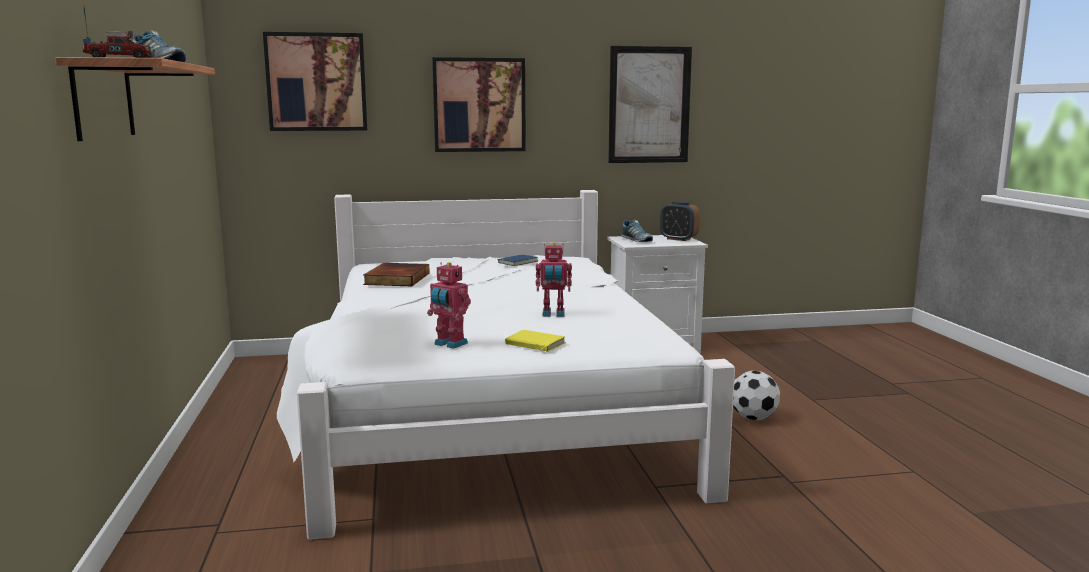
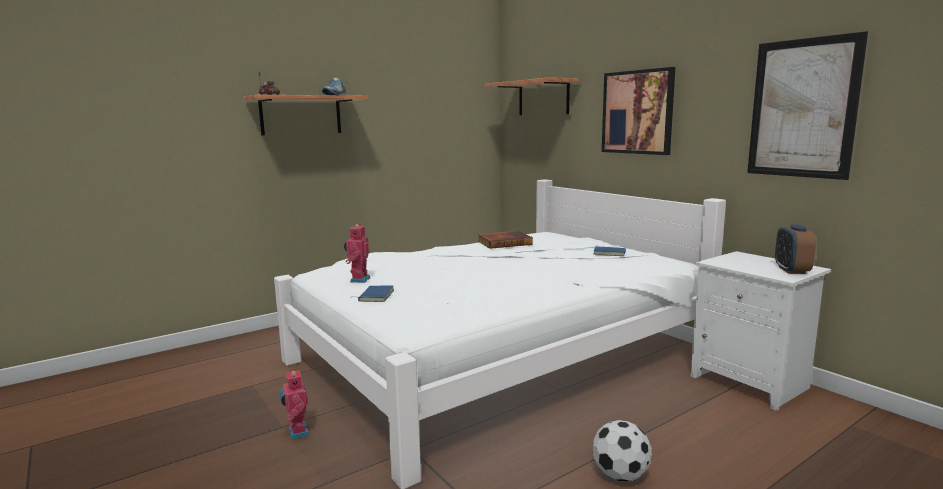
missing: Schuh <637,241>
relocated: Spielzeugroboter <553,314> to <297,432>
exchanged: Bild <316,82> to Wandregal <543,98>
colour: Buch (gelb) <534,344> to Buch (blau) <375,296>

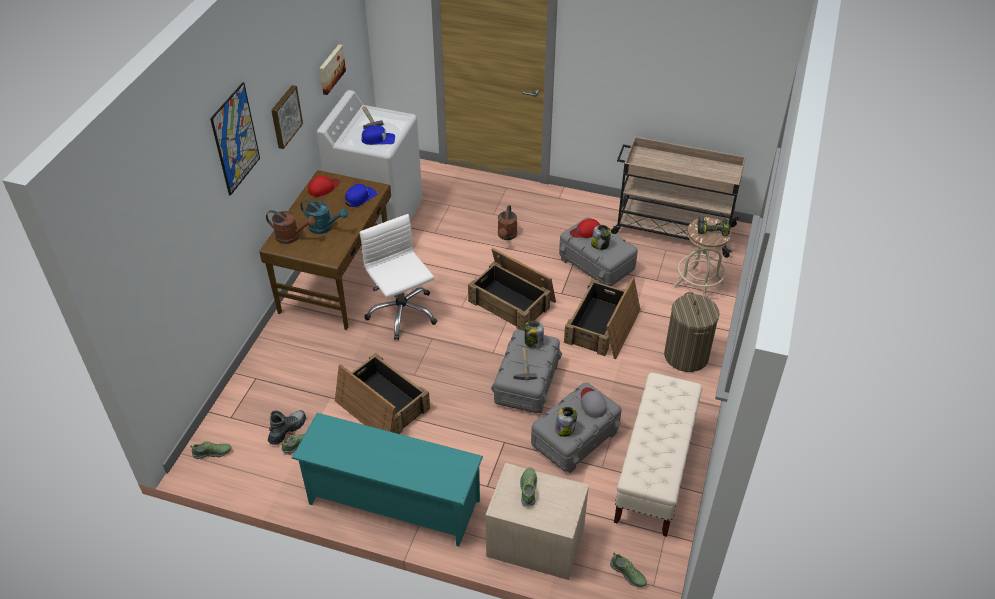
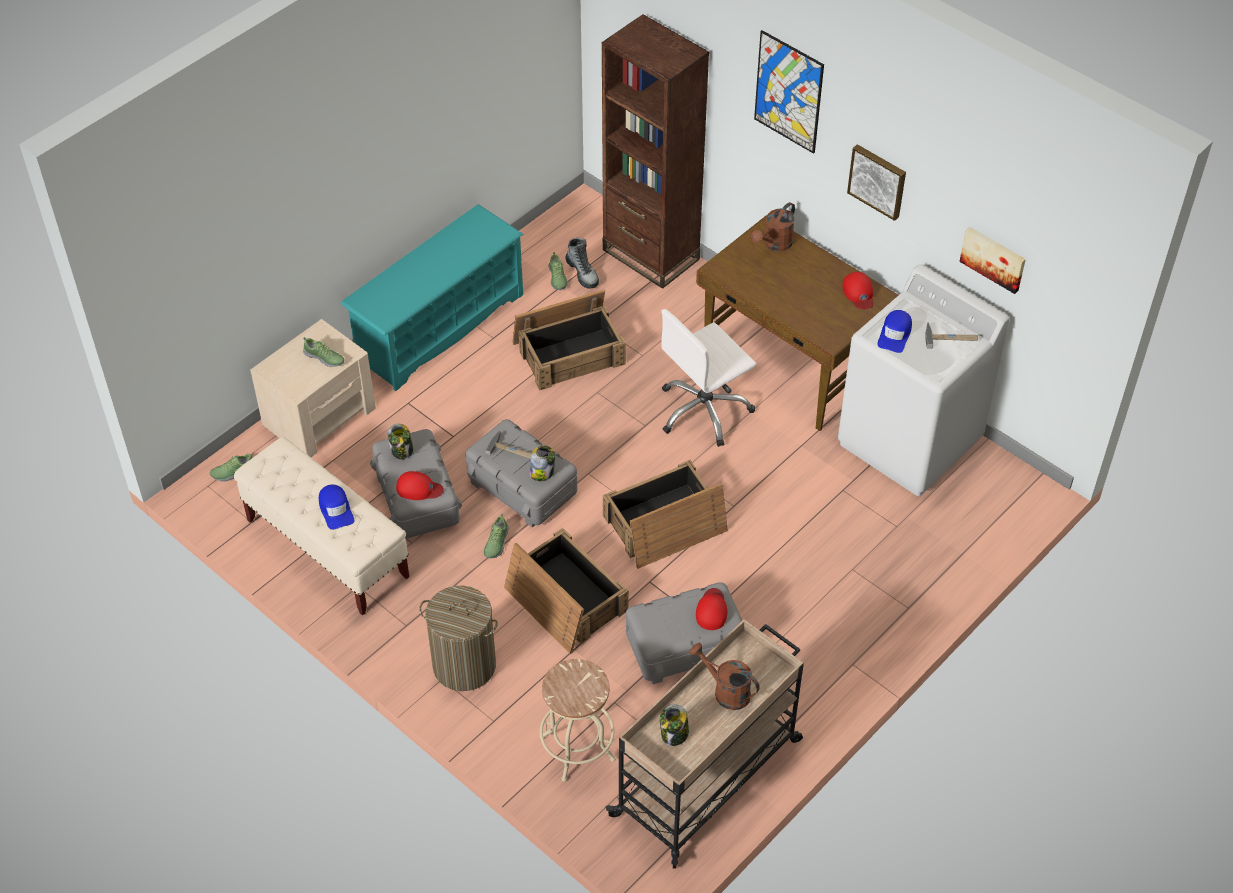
missing: Gießkanne (türkis) <324,227>; Bohrmaschine <713,230>
appeared: Bücherregal (braun) <650,254>
relocated: Schuh <212,453> to <496,543>; Kappe (blau) <360,197> to <336,509>; Gießkanne (braun) <506,236> to <726,691>; Vorratsglas <600,245> to <674,734>
colour: Kappe (grau) <592,403> to Kappe (rot) <419,489>
spun: Bürostuhl (weiß) <402,313> = <704,411> 150 degrees clockwise

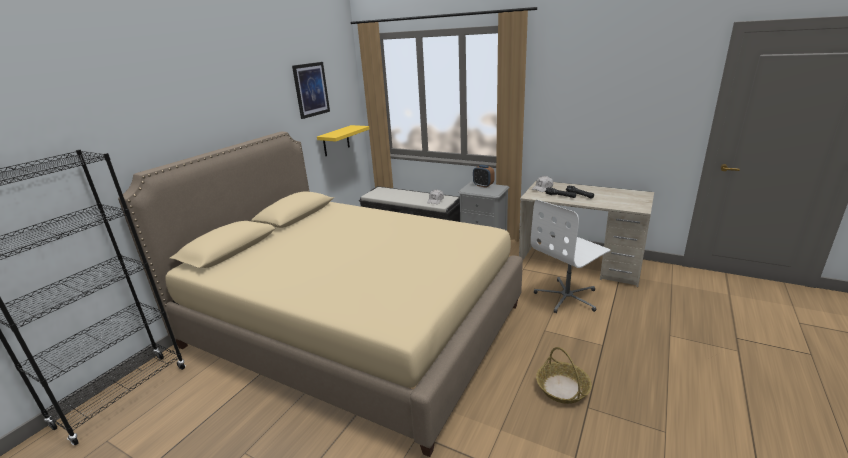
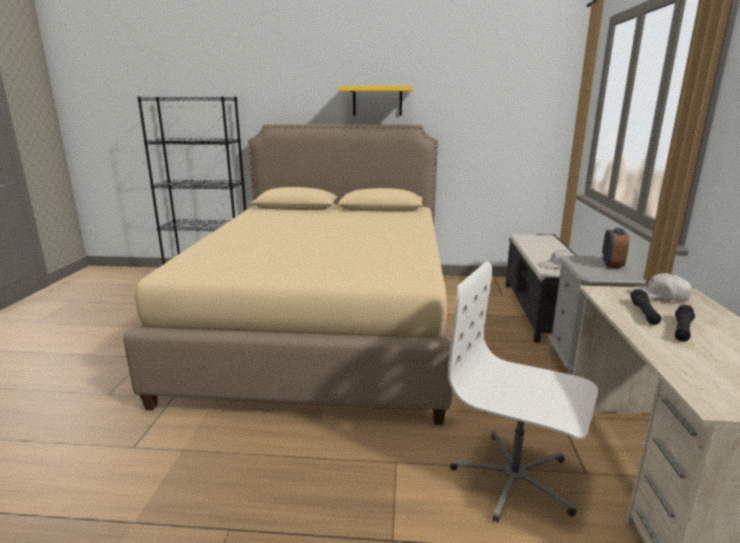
missing: Bild <311,90>; Korb <563,388>
relocated: Wandregal (gelb) <336,141> to <377,101>

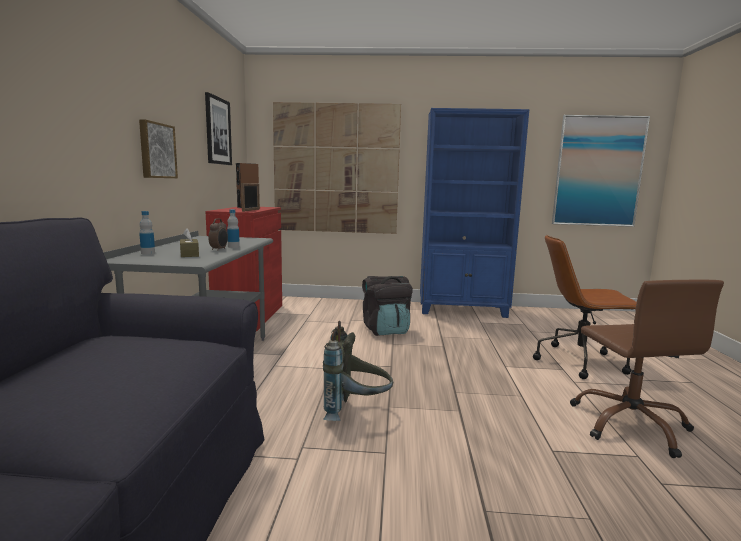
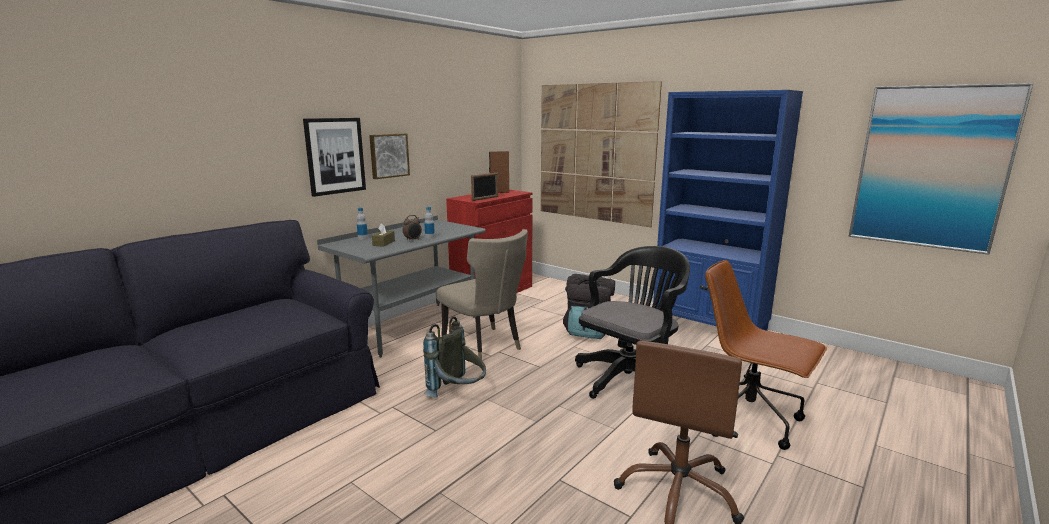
appeared: Stuhl (beige) <485,347>; Bürostuhl (schwarz) <631,377>
relocated: Bild <218,131> to <335,156>

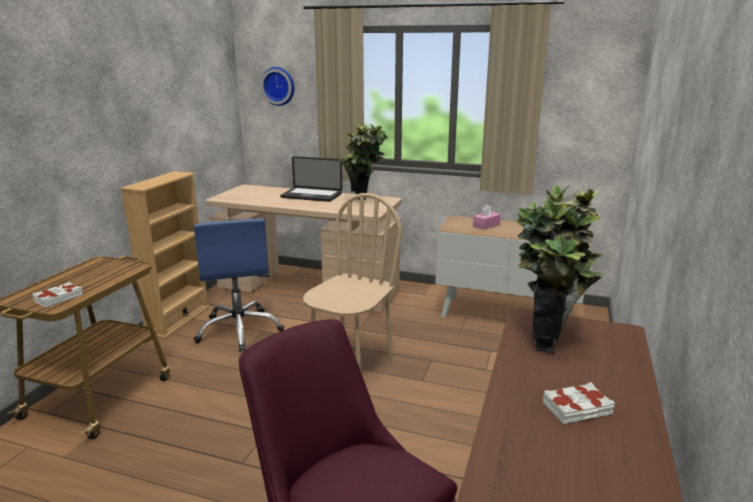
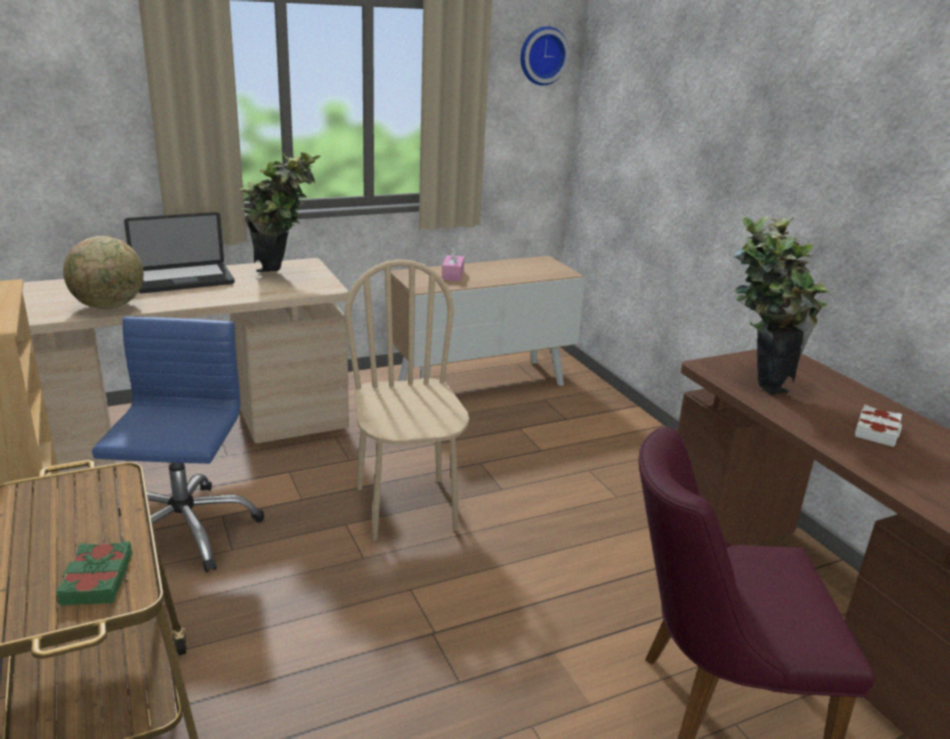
appeared: Globus <109,307>
relocated: Wanduhr <279,86> to <542,55>
colour: Buch (weiß) <58,298> to Buch (grün) <96,579>
spun: Bürostuhl (blau) <240,330> = <184,530> 120 degrees counterclockwise

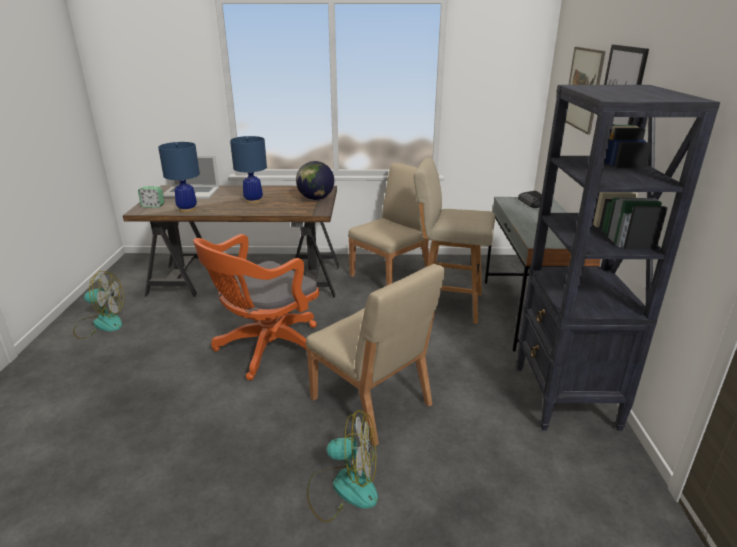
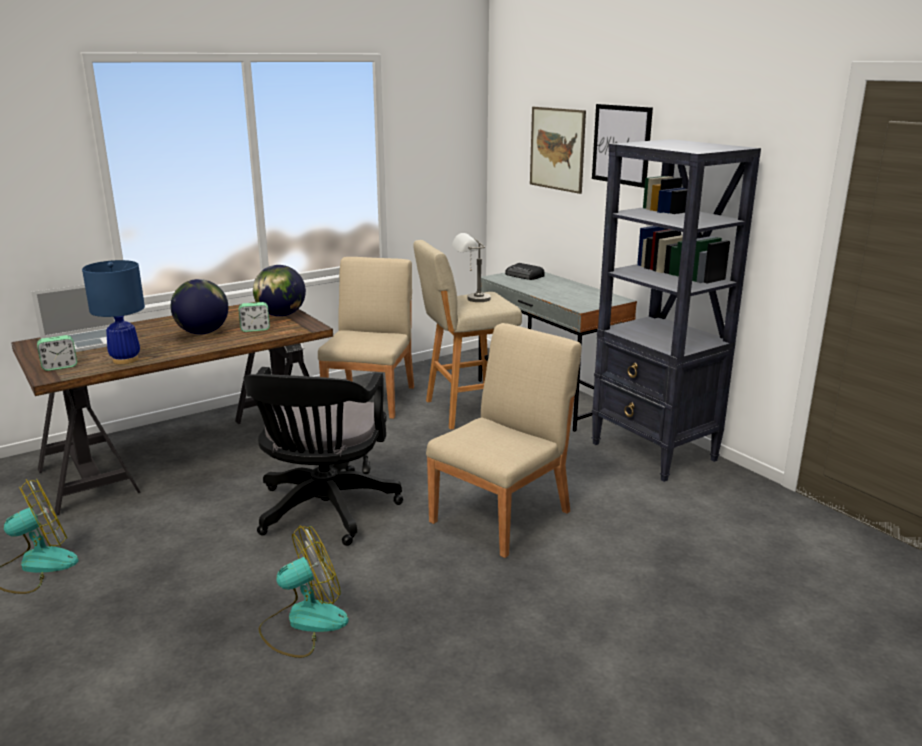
appeared: Wecker <255,329>; Tischlampe (grau) <471,299>
relocated: Ventilator <343,488> to <303,623>
exchanged: Tischlampe (blau) <253,201> to Globus <202,332>
colour: Bürostuhl (orange) <265,349> to Bürostuhl (schwarz) <324,512>
spun: Stuhl (beige) <371,402> = <502,516> 60 degrees counterclockwise

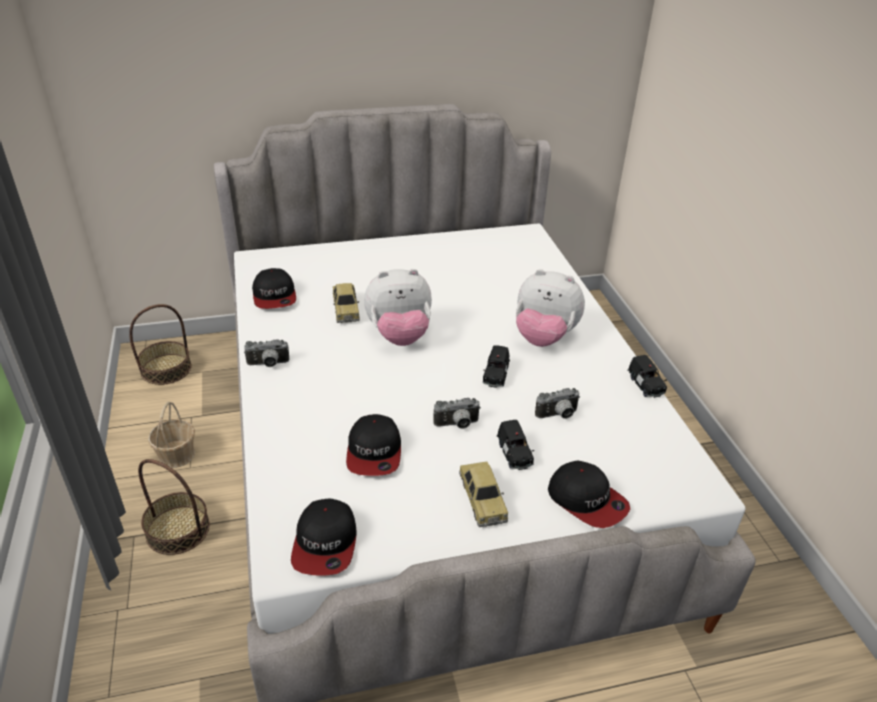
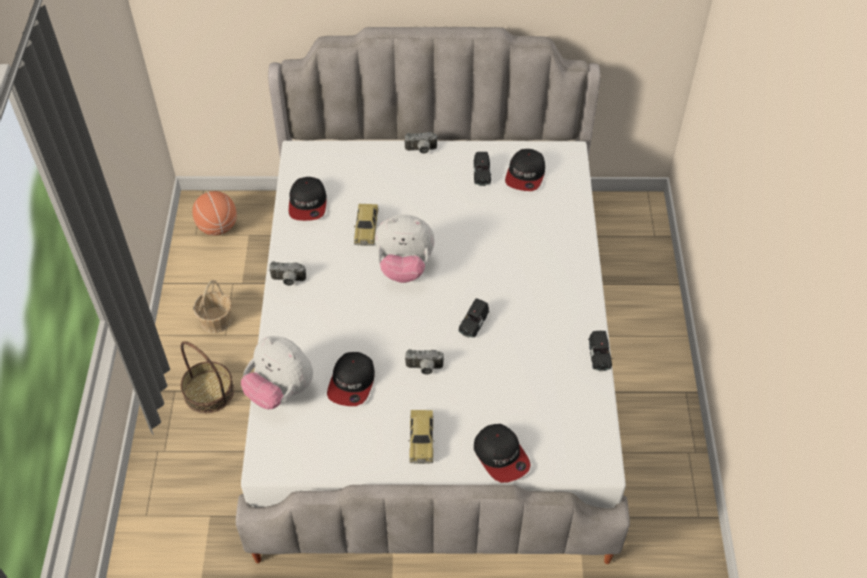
relocated: Kappe <325,543> to <525,175>; Spielzeugauto (schwarz) <514,454> to <481,175>; Plüschtier <544,337> to <280,390>; Kamera <558,415> to <421,150>
exchanged: Korb <166,369> to Basketball <217,227>

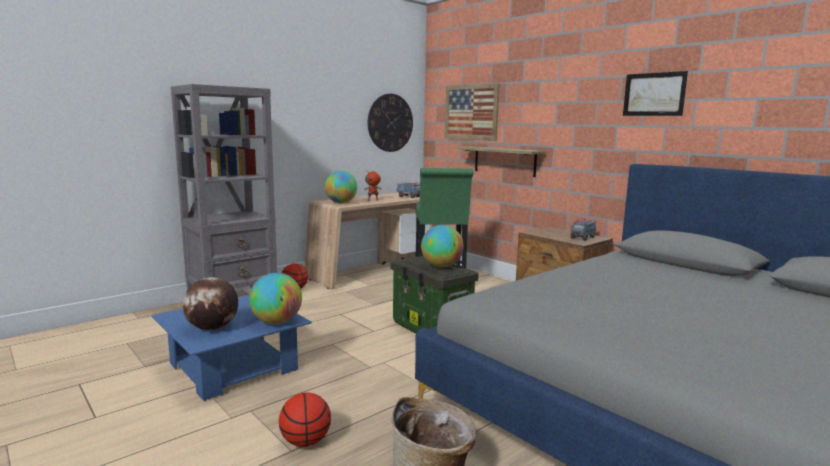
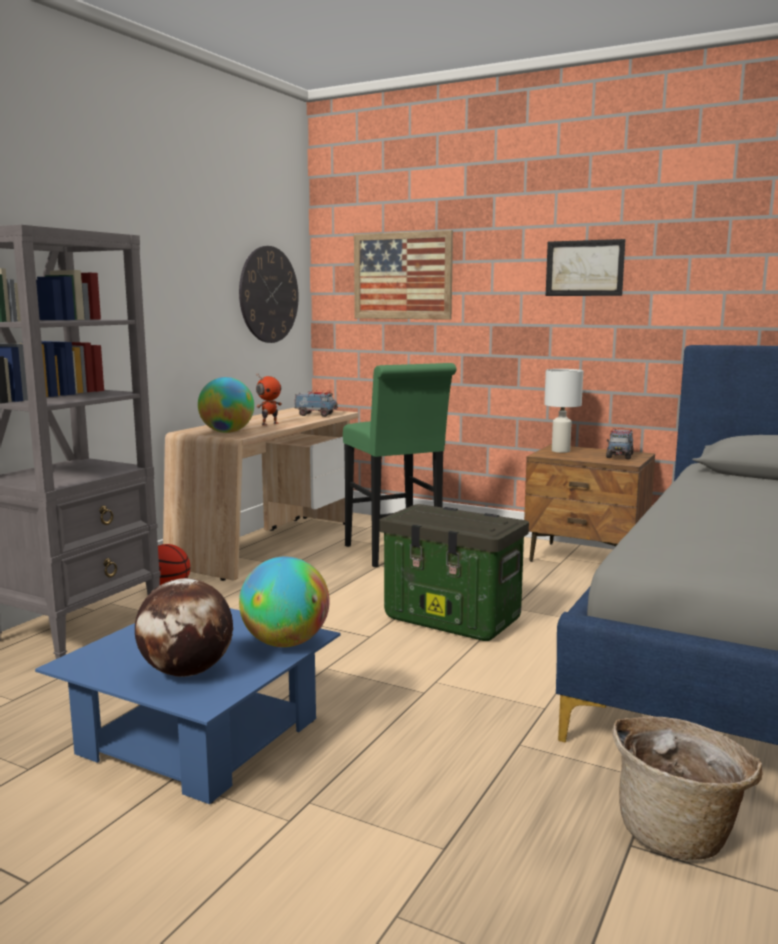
missing: Basketball <305,442>; Globus <441,266>; Wandregal <504,161>
appeared: Tischlampe (weiß) <561,451>
relocated: Bild <654,94> to <584,268>

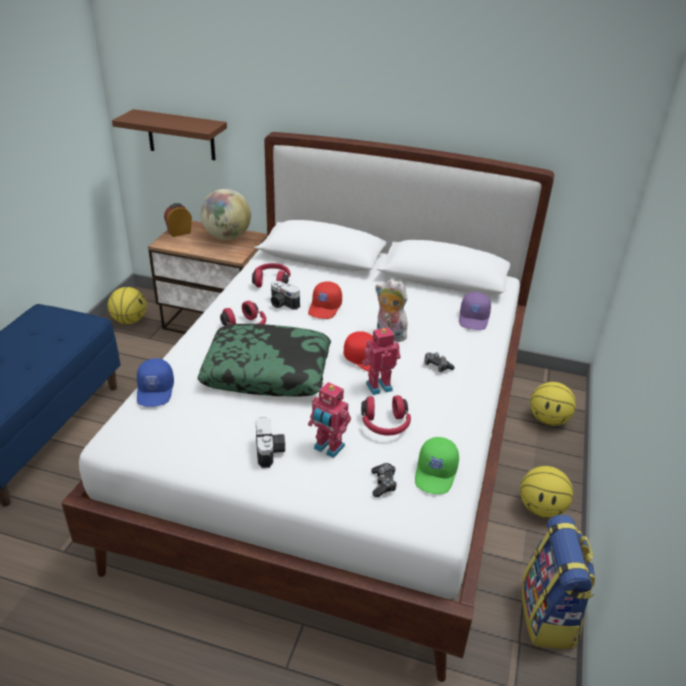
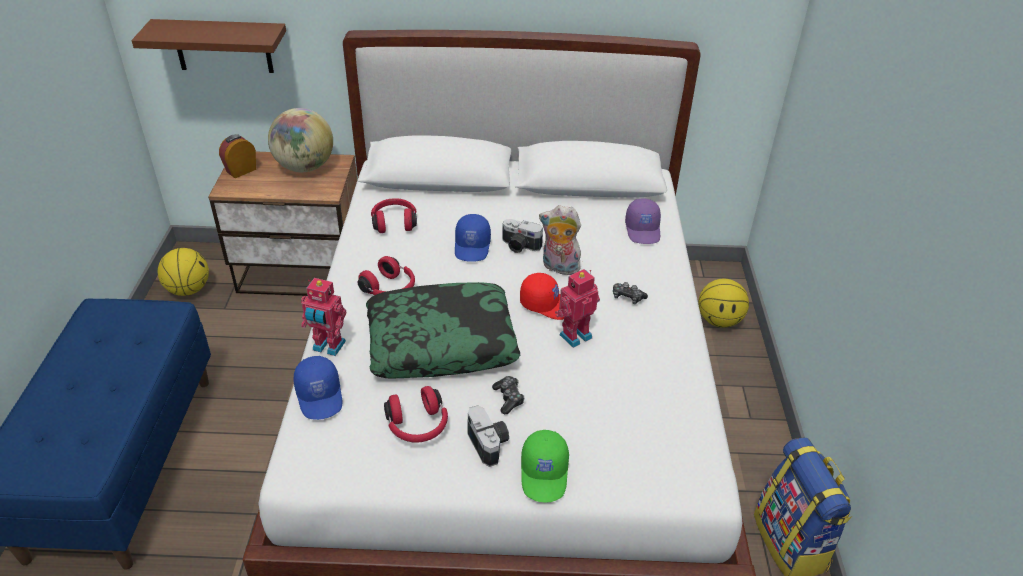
missing: Basketball <541,509>
relocated: Kamera <282,304> to <519,246>; Spielzeugroboter <328,448> to <328,347>; Kopfhörer (rot) <385,425> to <418,426>; Gamepad <383,483> to <508,398>; Kappe (grün) <436,474> to <545,474>
colour: Kappe (rot) <325,308> to Kappe (blau) <473,246>

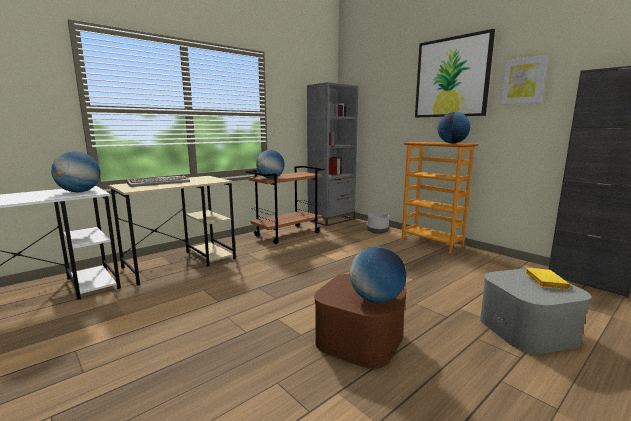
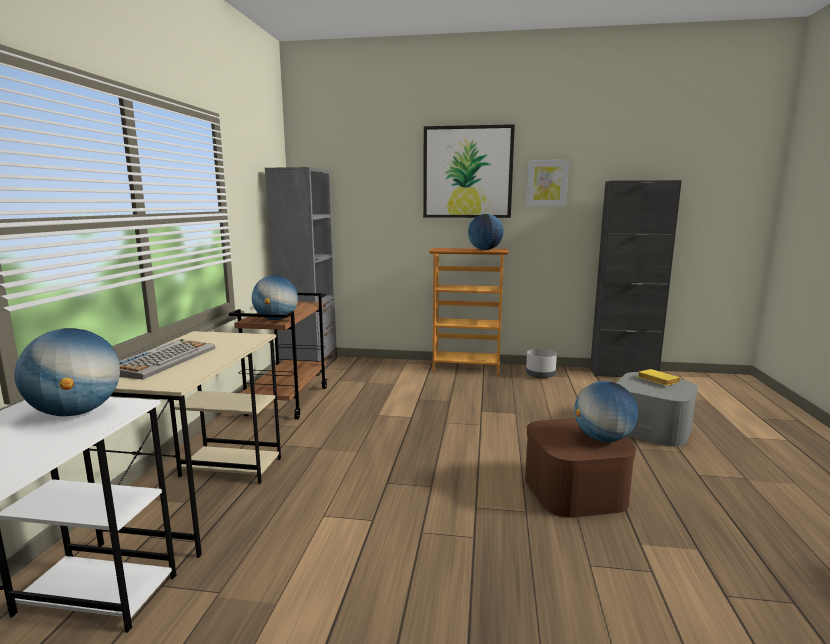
relocated: Pflanzkübel (grau) <378,231> to <540,375>

